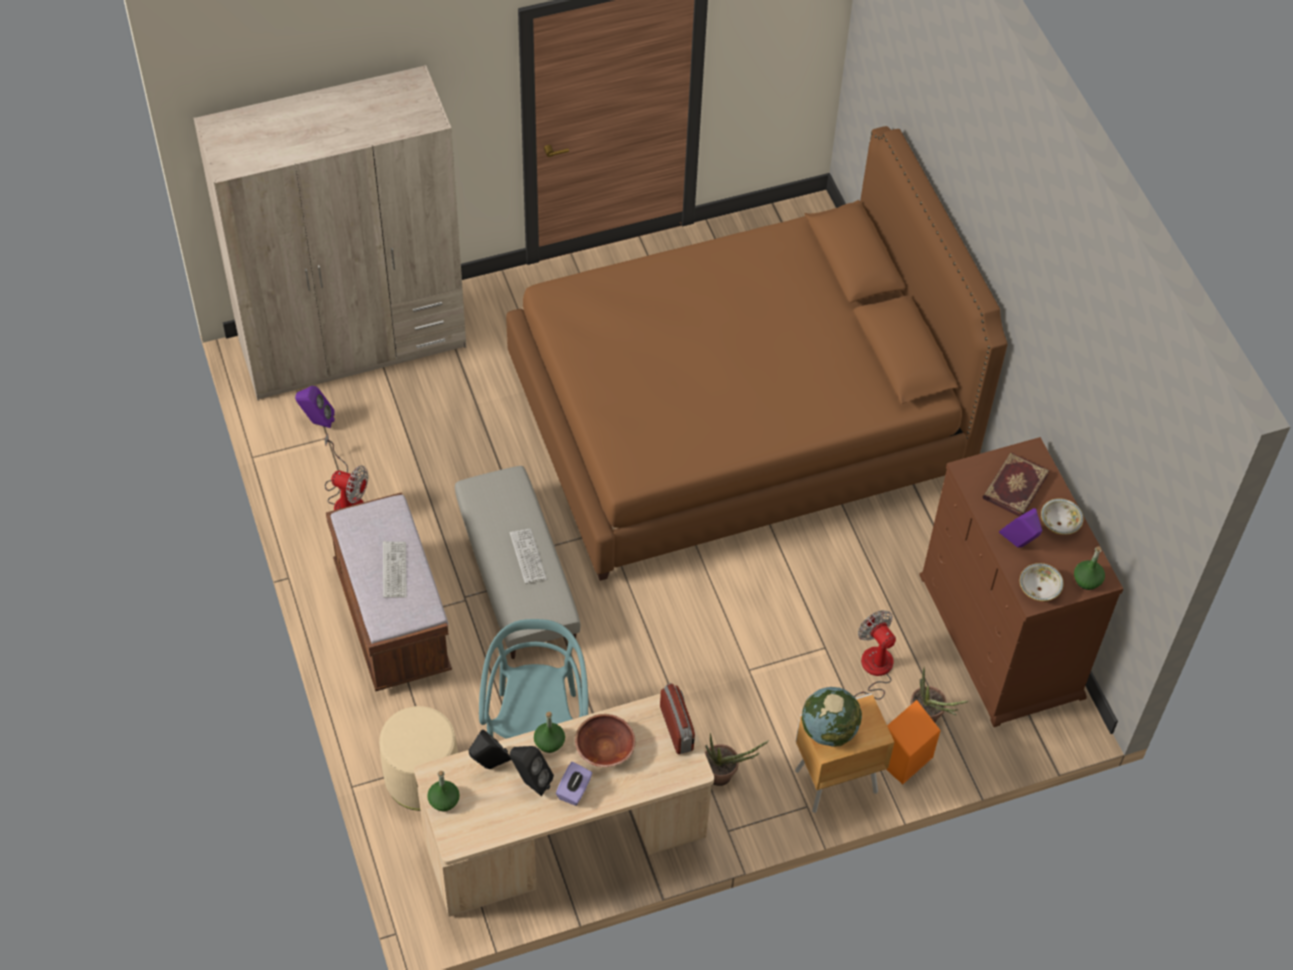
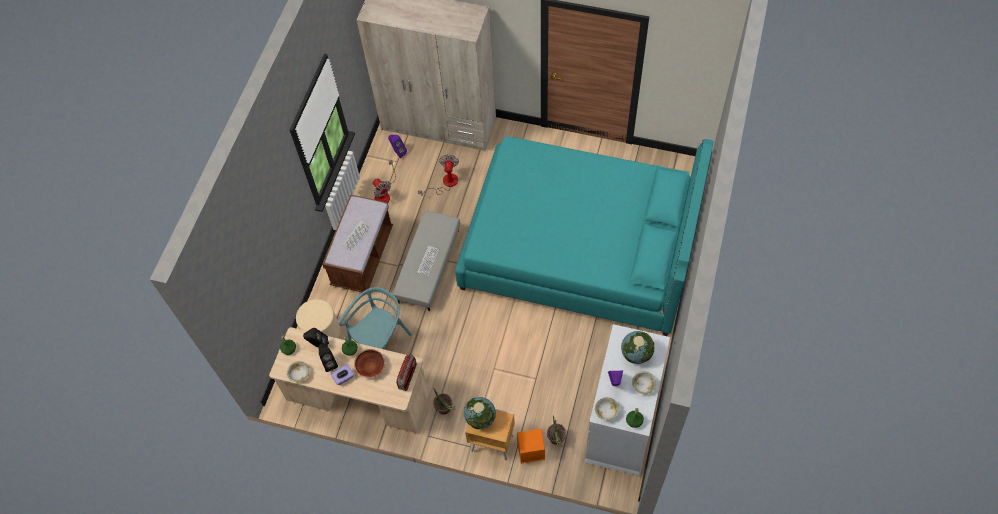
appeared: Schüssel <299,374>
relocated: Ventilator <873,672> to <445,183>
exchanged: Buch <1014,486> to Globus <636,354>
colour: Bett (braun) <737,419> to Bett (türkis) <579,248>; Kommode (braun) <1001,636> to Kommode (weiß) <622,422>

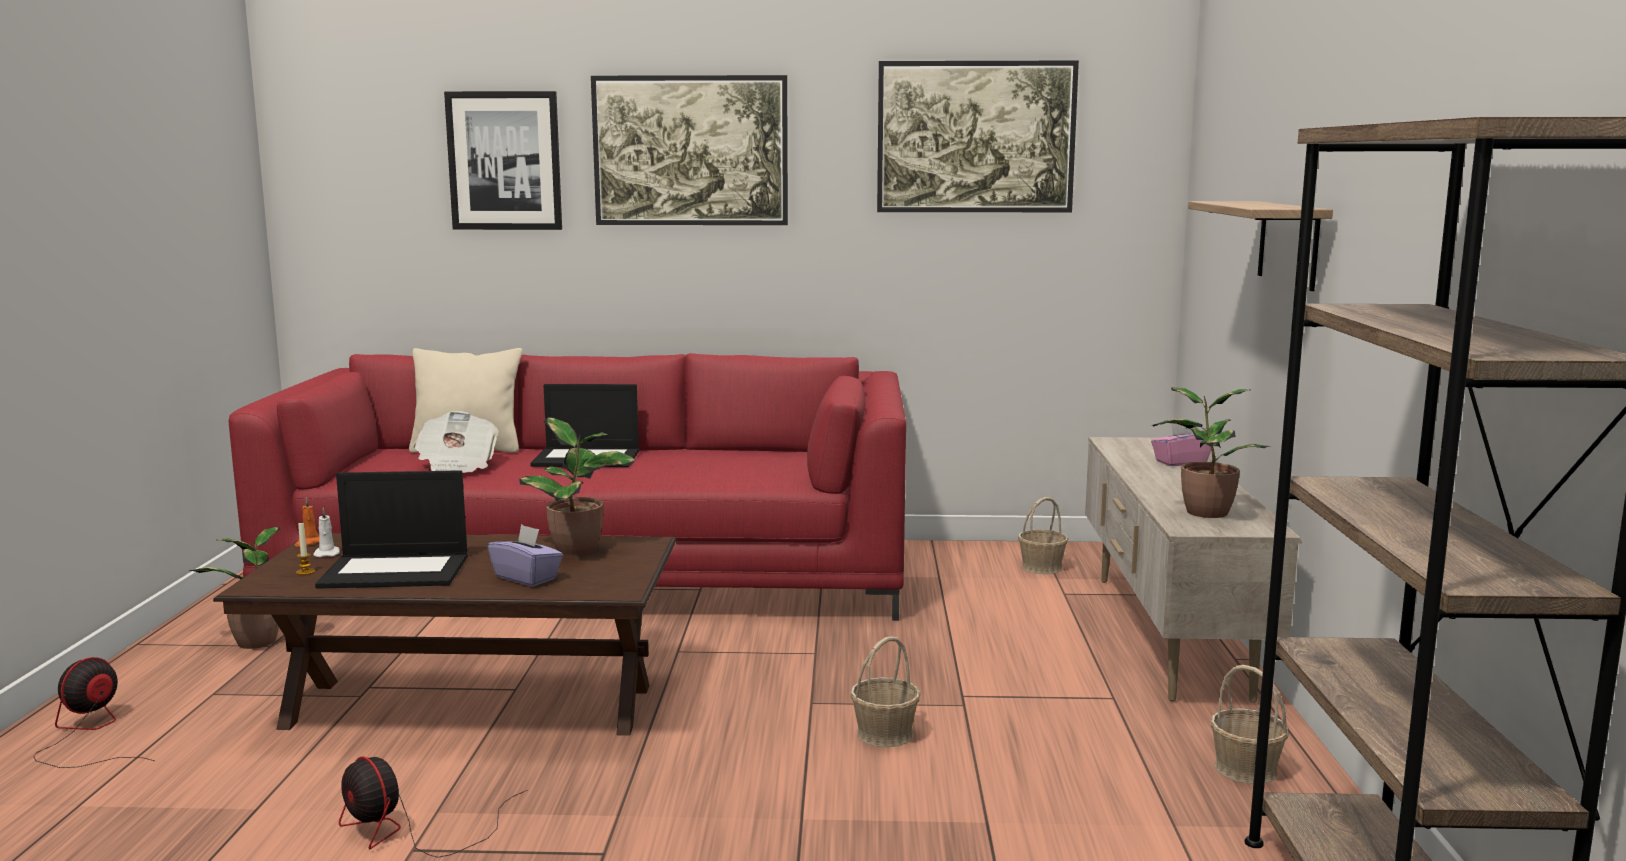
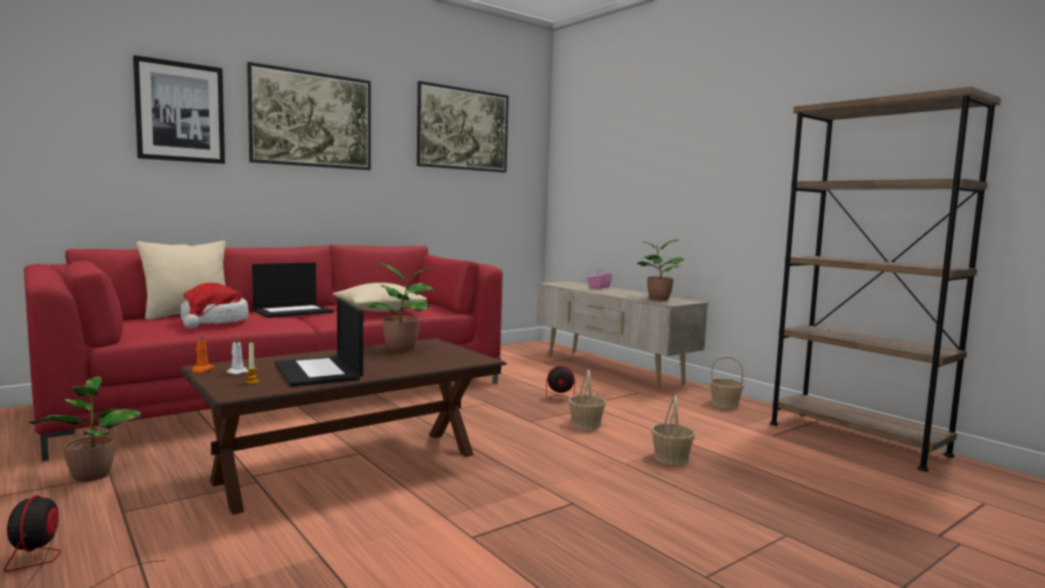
missing: Taschentuchbox (lila) <527,578>; Wandregal <1288,244>
appeared: Kissen (beige) <379,309>
relocated: Ventilator <409,831> to <569,395>; Korb <1042,567> to <671,457>
exchanged: Zeitung <456,467> to Hut <214,322>
spun: Laptop <397,571> = <319,372> 105 degrees clockwise

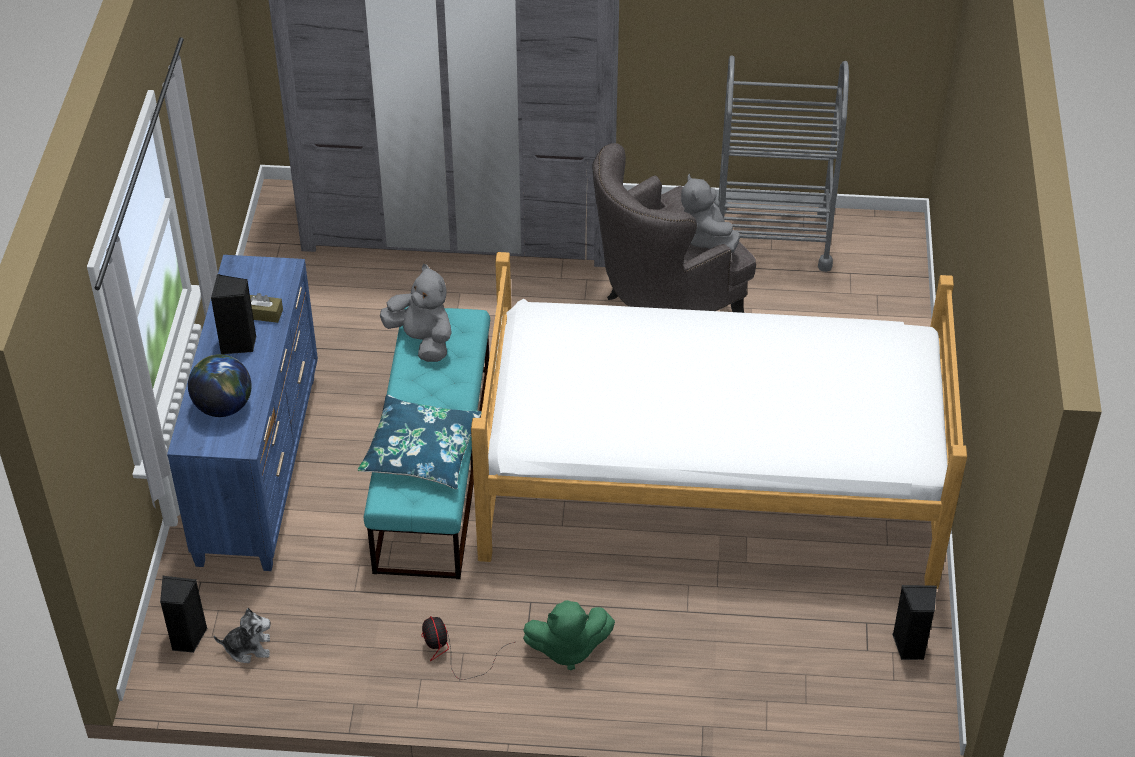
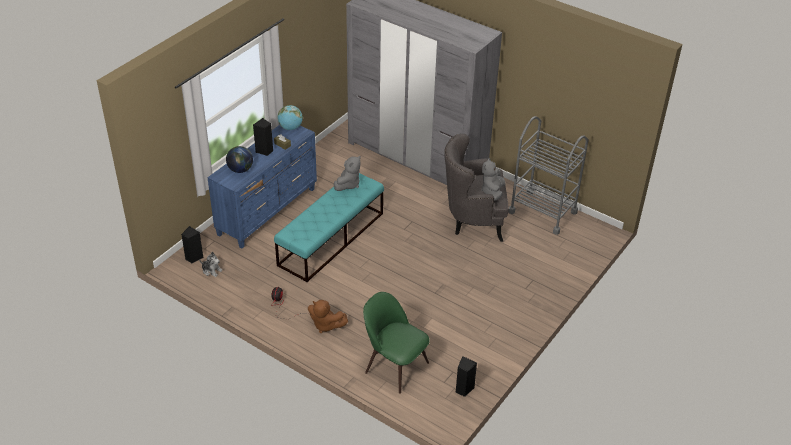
missing: Kissen (blau) <421,451>; Bett <710,484>
appeared: Globus <290,128>; Stuhl (grün) <394,366>
colour: Plüschtier (grün) <567,648> to Plüschtier (braun) <325,325>
spun: Plüschtier (grau) <422,340> = <348,184> 45 degrees clockwise

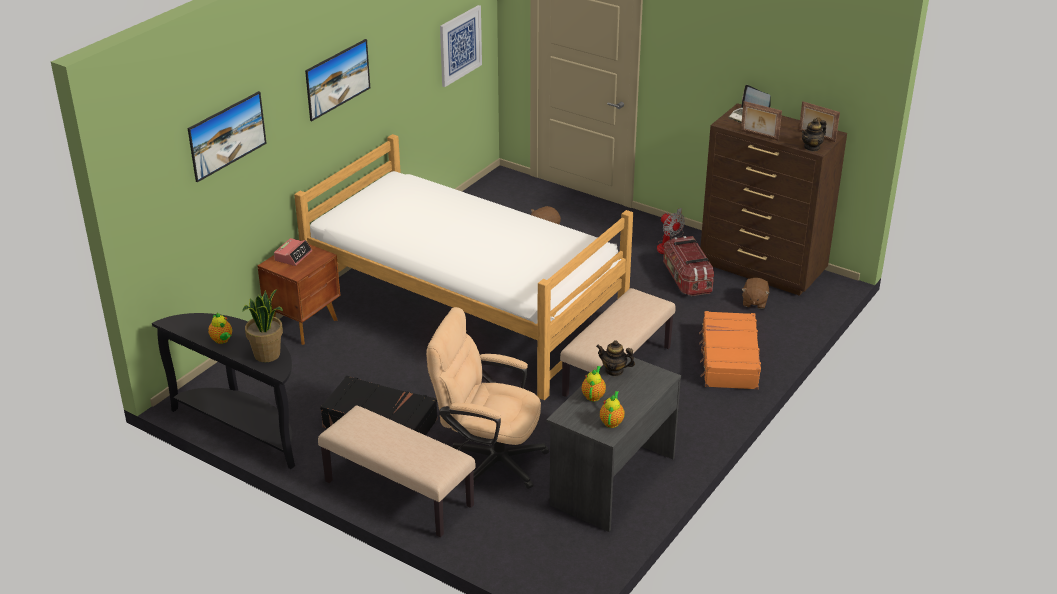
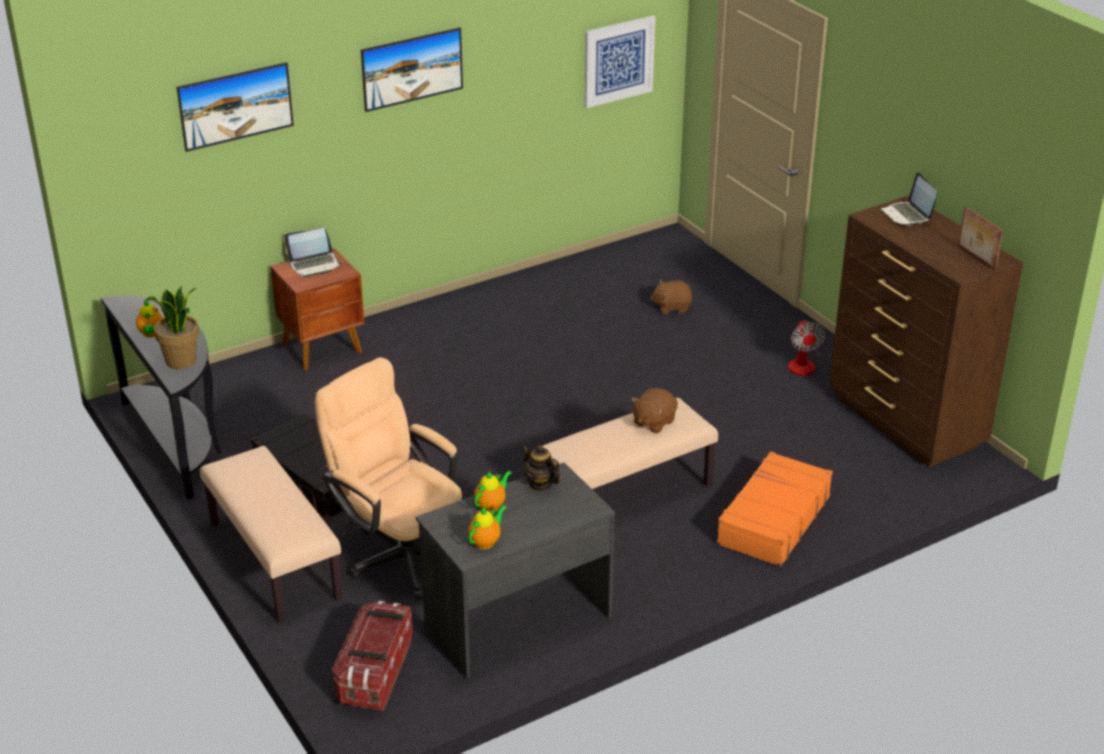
missing: Bett <465,311>; Bilderrahmen <759,135>; Teekanne <812,147>
relocated: Aufbewahrungsbox <686,279> to <375,673>; Plüschtier (braun) <754,302> to <653,422>
exchanged: Wecker <293,256> to Laptop <315,265>

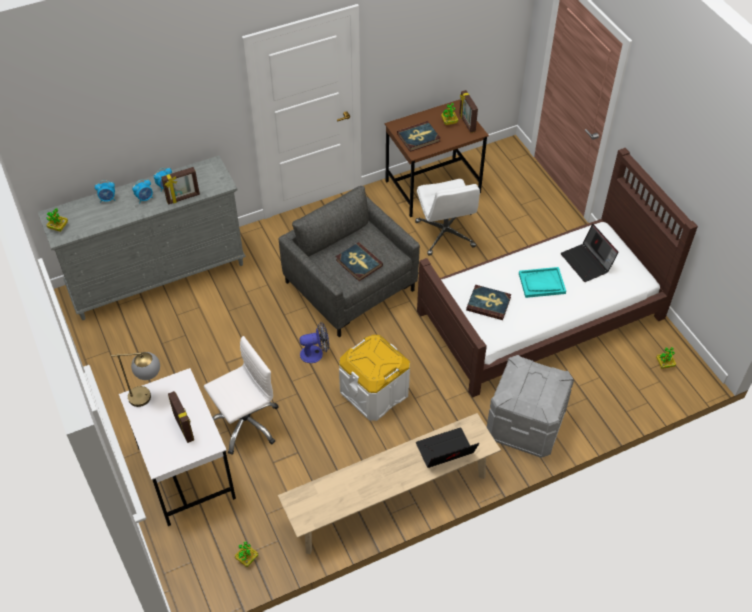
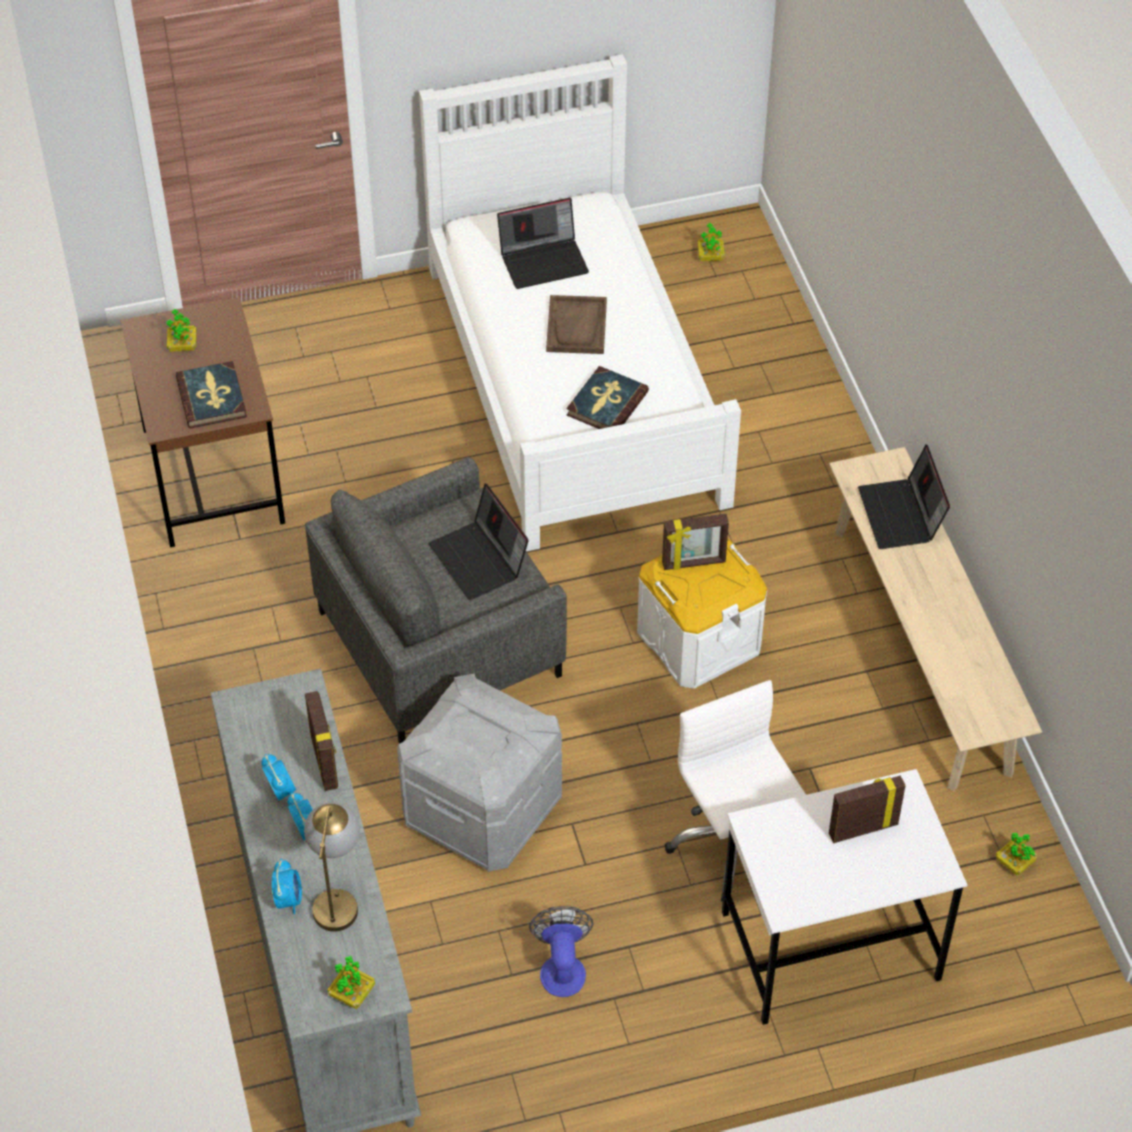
missing: Bürostuhl (weiß) <445,235>
relocated: Tischlampe <148,396> to <337,897>; Ventilator <315,353> to <562,967>; Bilderrahmen <466,123> to <694,563>; Aufbewahrungsbox (grau) <524,425> to <481,810>
exchanged: Buch <358,263> to Laptop <480,560>
colour: Bett (braun) <541,314> to Bett (weiß) <574,382>; Tablett (türkis) <541,283> to Tablett (braun) <576,327>

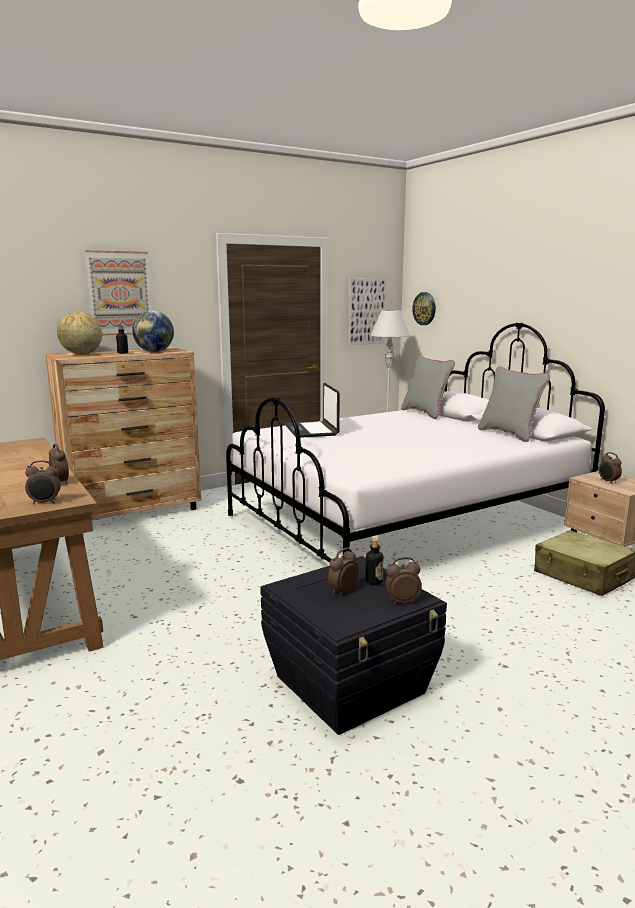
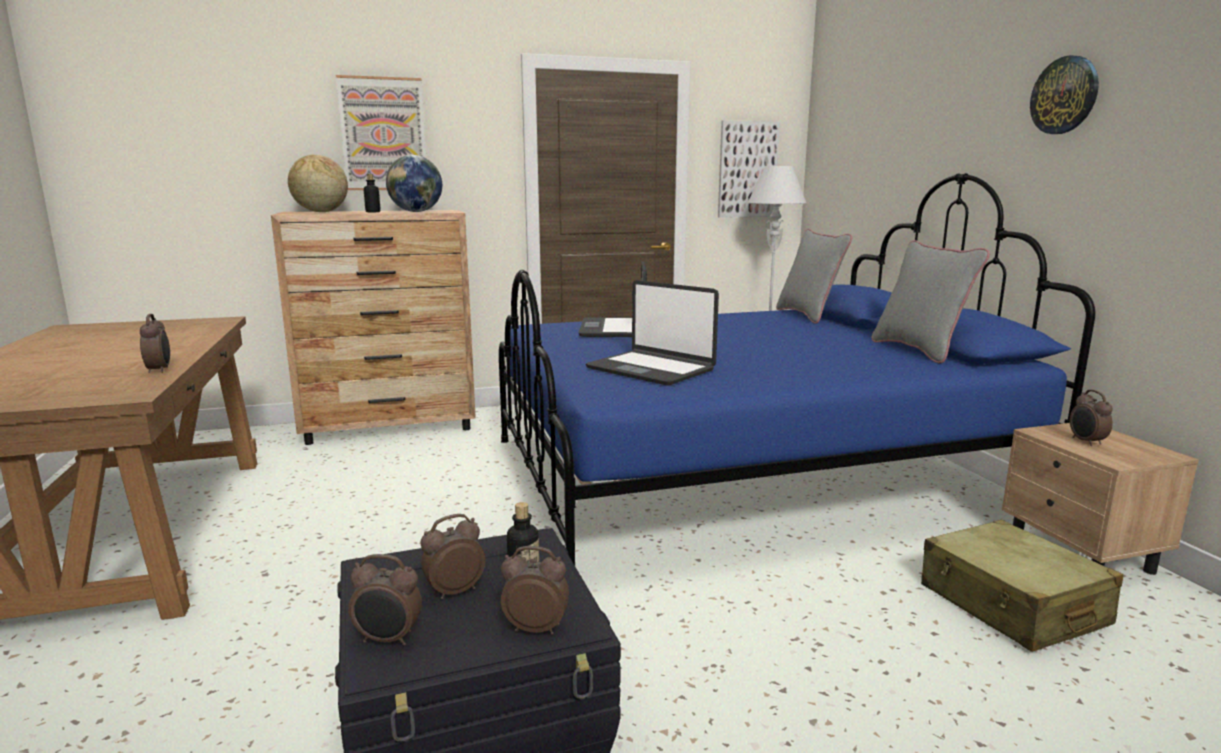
appeared: Laptop <651,369>
relocated: Wecker <45,503> to <388,640>; Wanduhr <424,308> to <1064,95>
colour: Bett (weiß) <405,523> to Bett (blau) <745,477>

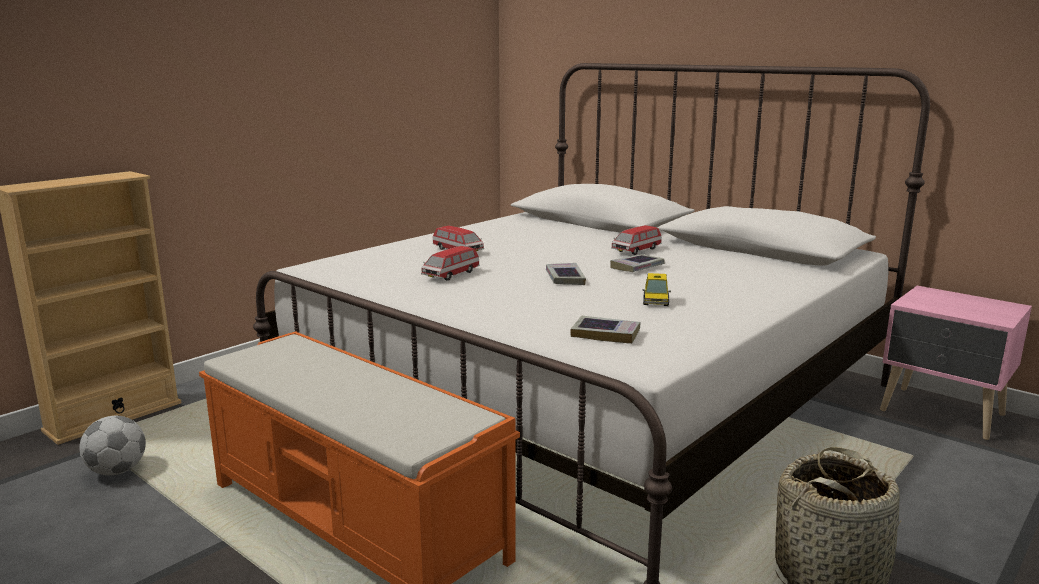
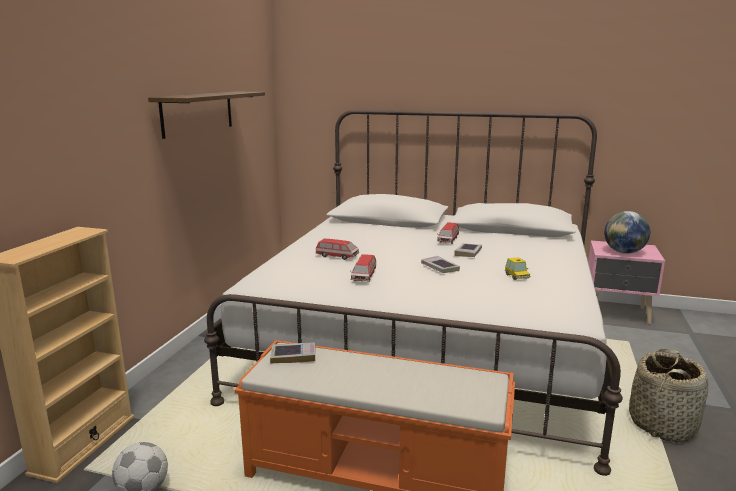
appeared: Wandregal <198,113>; Globus <624,252>
relocated: Buch <605,334> to <293,356>

